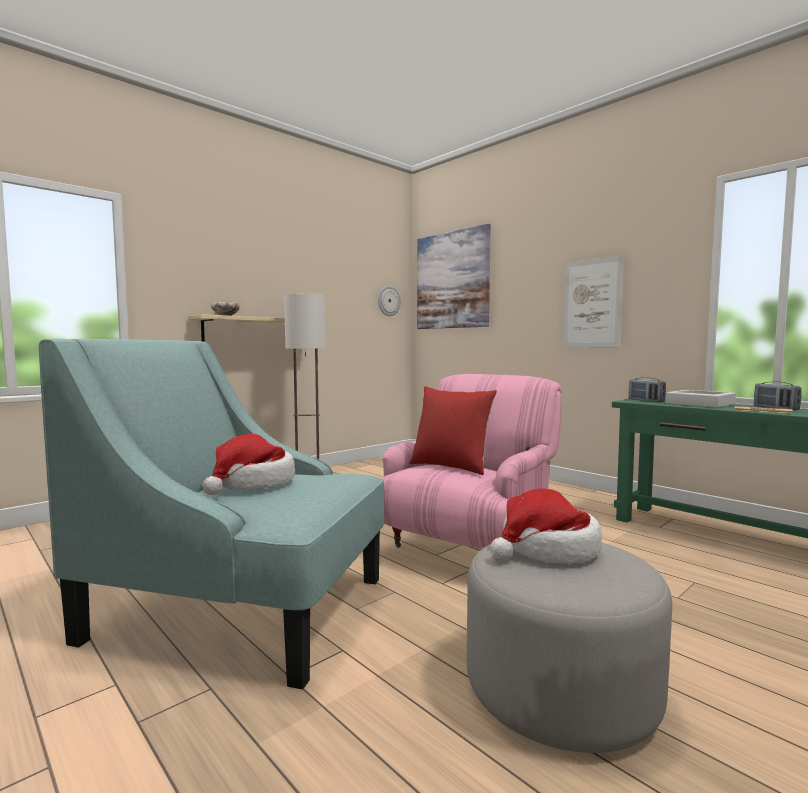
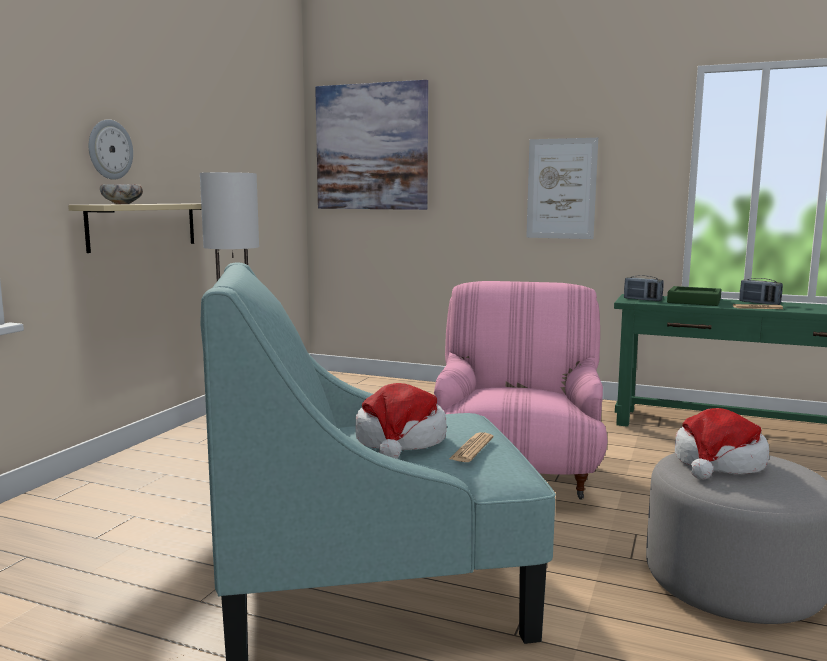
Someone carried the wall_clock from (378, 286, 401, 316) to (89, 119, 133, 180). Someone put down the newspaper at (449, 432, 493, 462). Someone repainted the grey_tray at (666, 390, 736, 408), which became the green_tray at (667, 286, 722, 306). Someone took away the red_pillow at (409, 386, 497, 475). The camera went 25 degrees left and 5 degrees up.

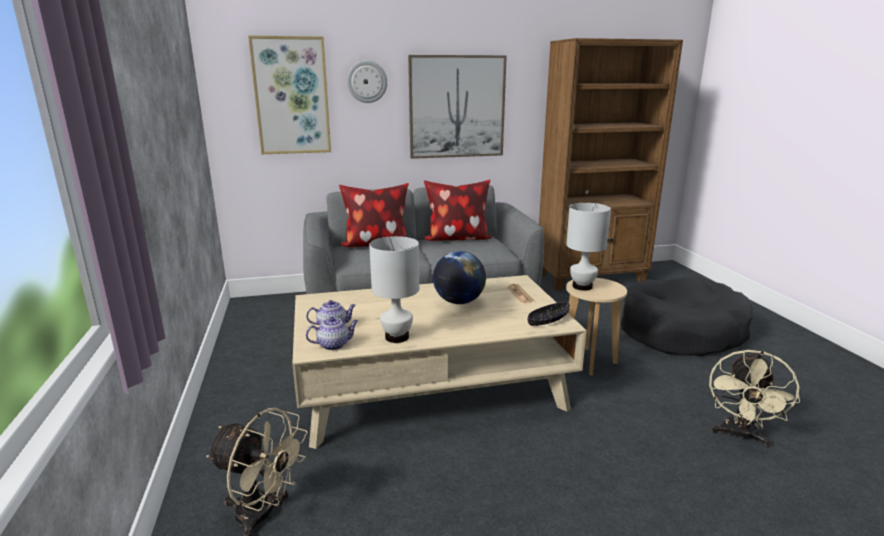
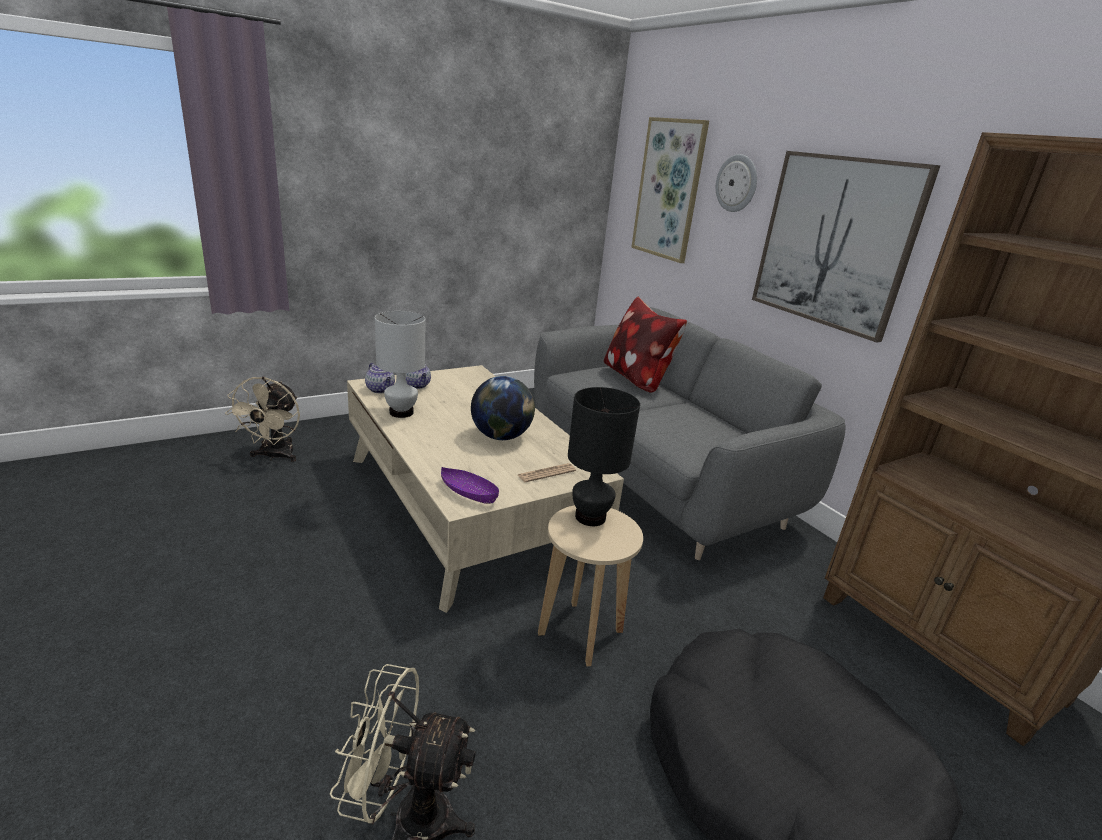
Someone repainted the black_bowl at (528, 302, 570, 326), which became the purple_bowl at (441, 467, 499, 504). Someone repainted the white_table_lamp at (566, 203, 611, 291), which became the black_table_lamp at (568, 387, 640, 526). Someone took away the pillow at (424, 180, 492, 241). The camera went 70 degrees right and 5 degrees up.

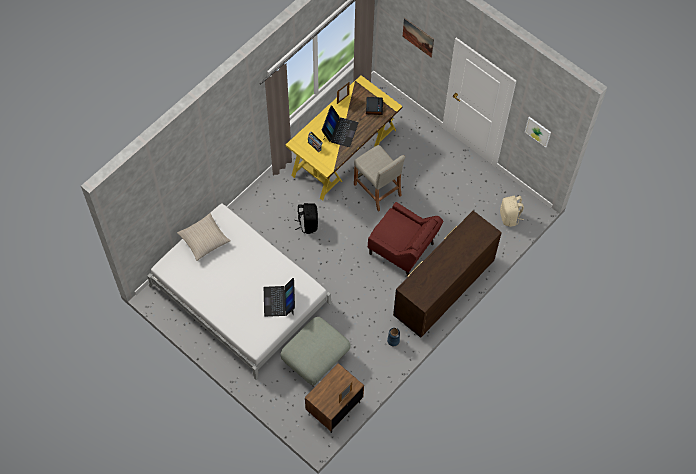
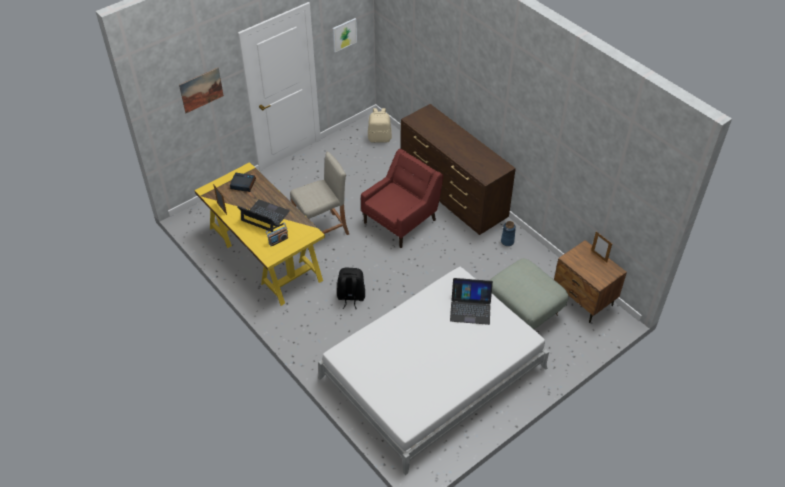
Someone took away the beige_pillow at (177, 213, 230, 261). The camera went 80 degrees left and 15 degrees down.

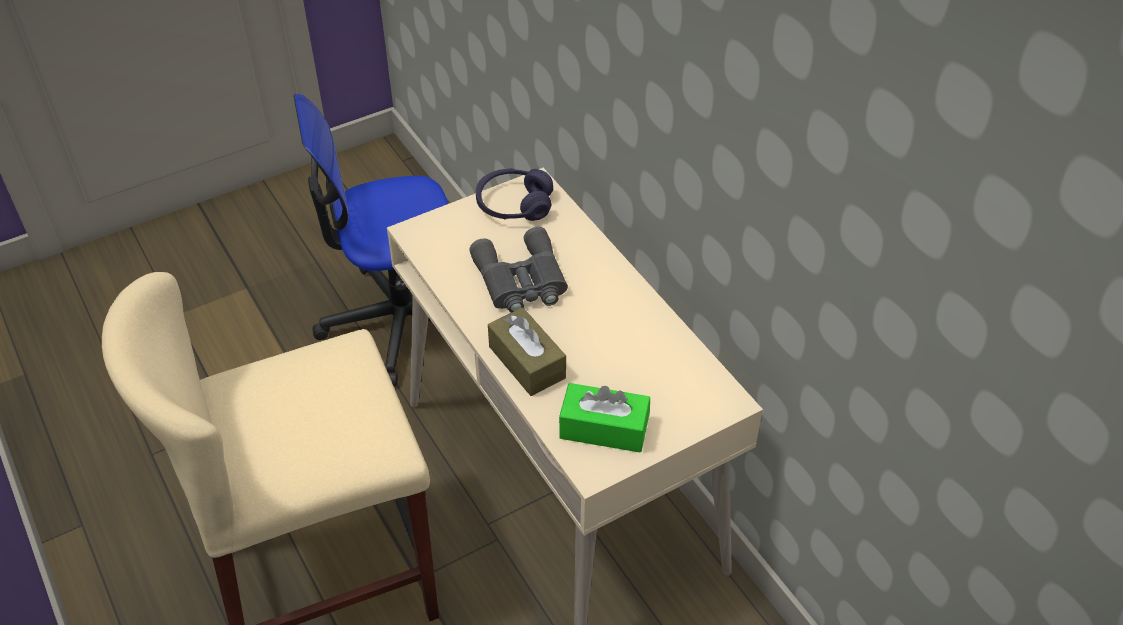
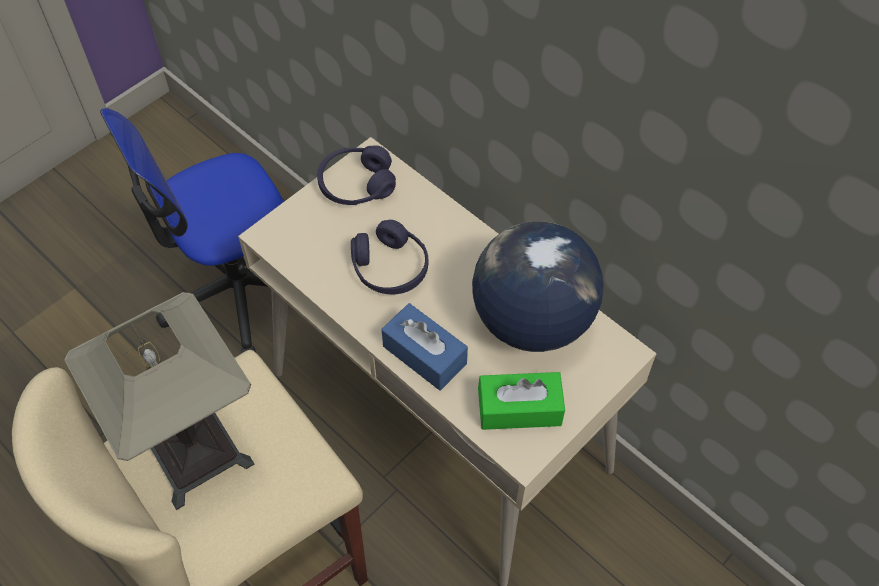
Someone put down the table_lamp at (65, 292, 255, 510). Someone swapped the grey_binoculars at (469, 227, 568, 313) for the purple_headphones at (351, 220, 428, 294). Someone repainted the brown_tissue_box at (488, 307, 566, 396), which became the blue_tissue_box at (382, 303, 468, 391). Someone put down the globe at (472, 221, 604, 352). The camera went 15 degrees left and 10 degrees up.

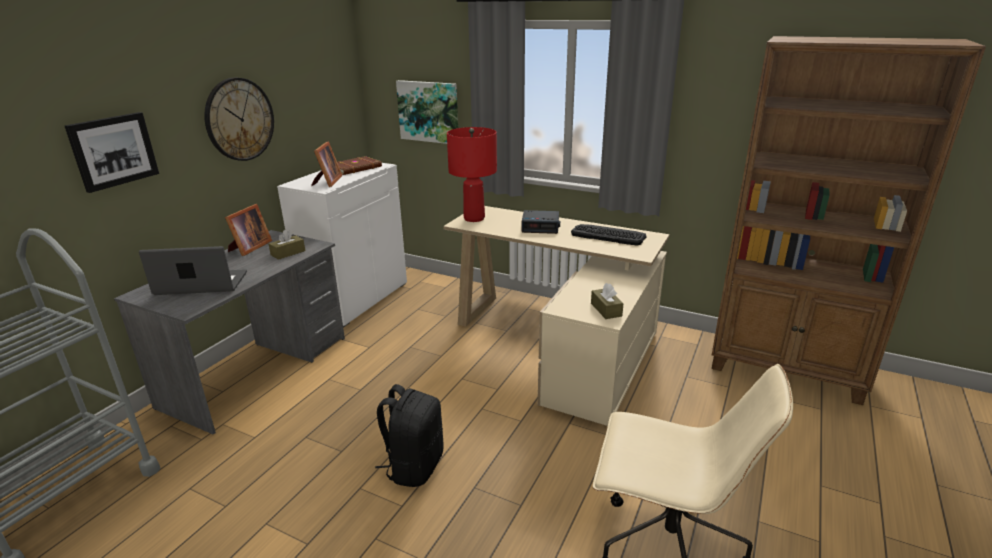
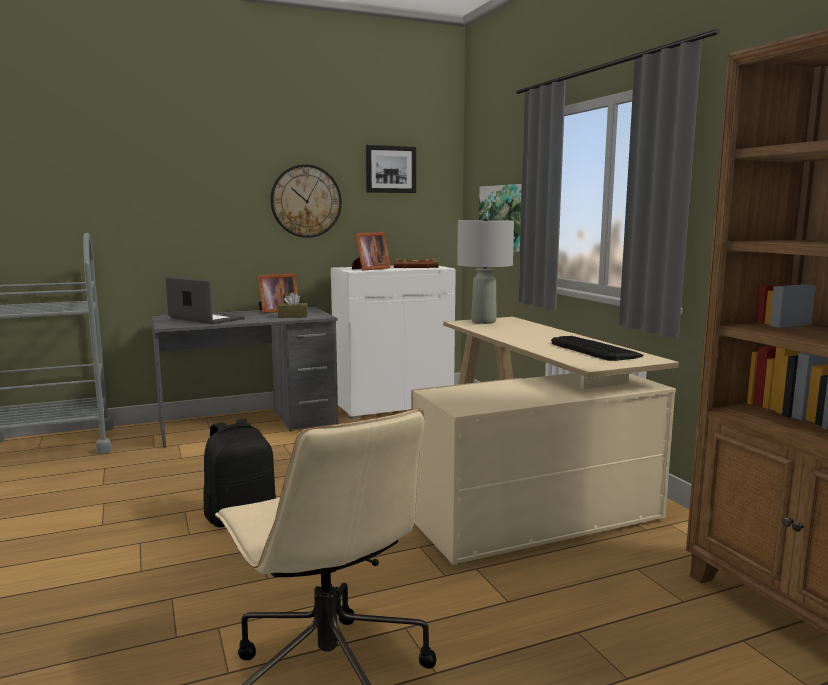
Someone carried the picture from (65, 112, 159, 193) to (366, 145, 416, 193). Someone repainted the red_table_lamp at (447, 127, 497, 222), which became the grey_table_lamp at (457, 216, 514, 324). Someone took away the alarm_clock at (521, 210, 560, 234). Someone took away the brown_tissue_box at (591, 283, 624, 319). The camera went 40 degrees right and 15 degrees down.

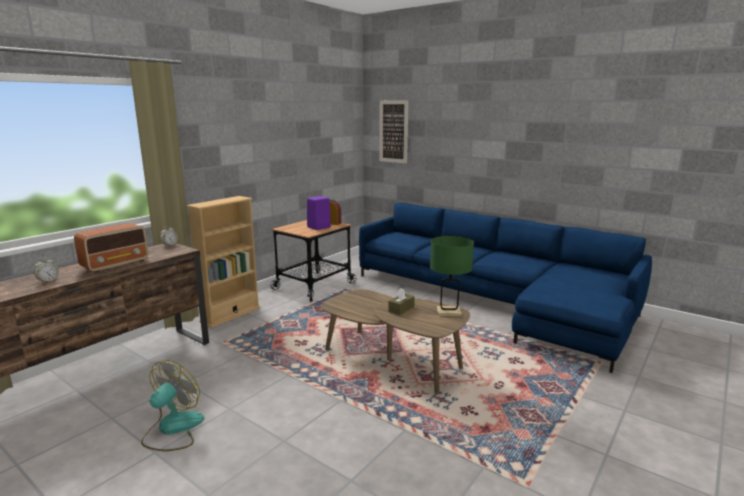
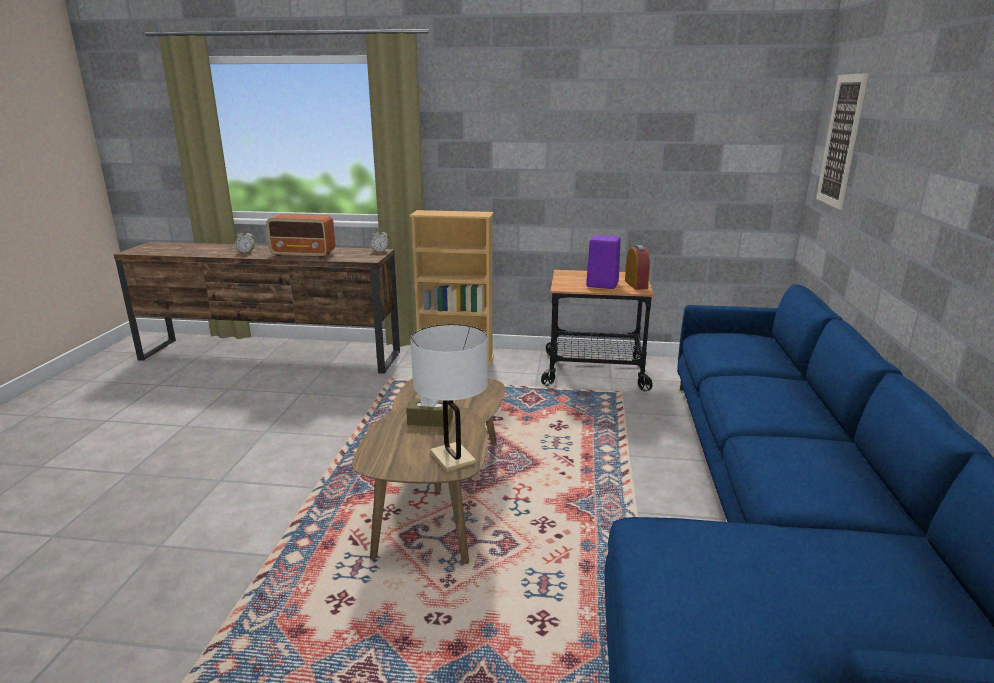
Someone repainted the green_table_lamp at (430, 235, 474, 316), which became the white_table_lamp at (410, 324, 488, 472). Someone took away the fan at (141, 360, 204, 451). The camera went 60 degrees right and 5 degrees up.

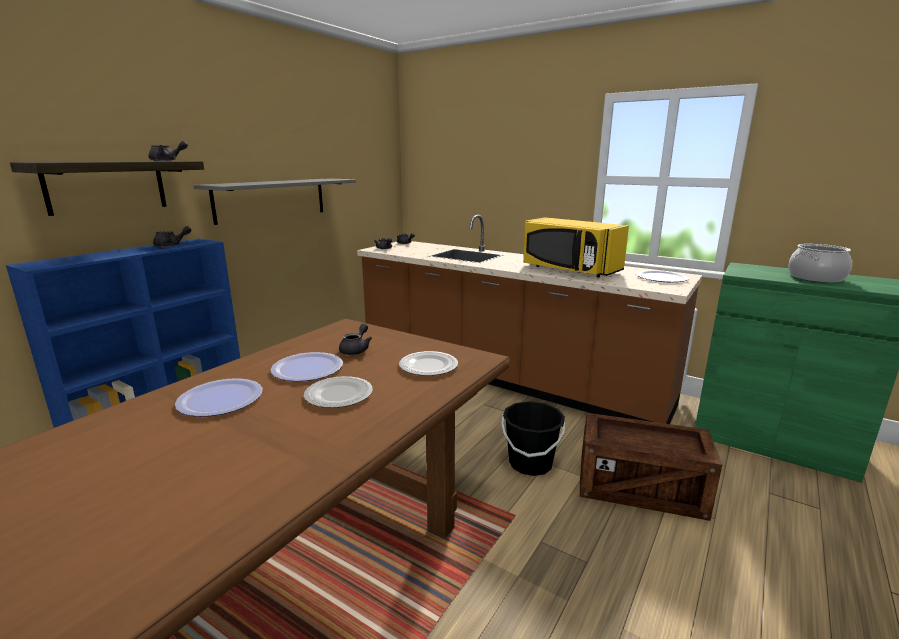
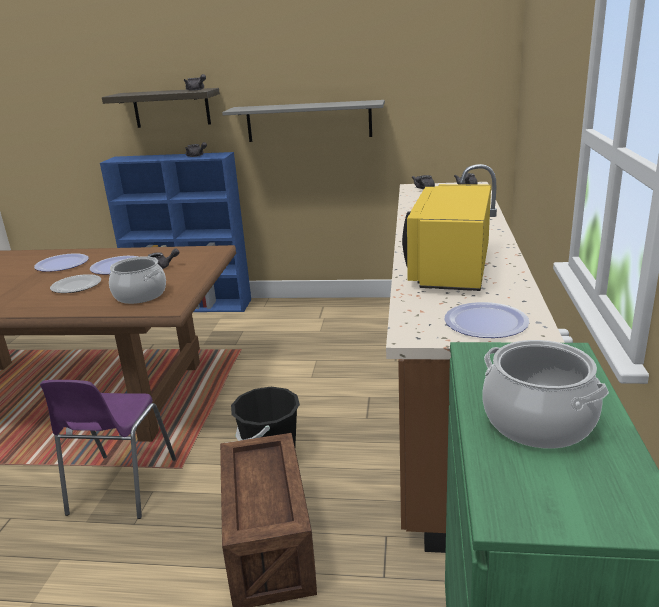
Someone put down the purple_chair at (40, 380, 176, 519). Someone swapped the plate at (399, 351, 458, 376) for the cooking_pot at (109, 256, 166, 304). The camera went 65 degrees right and 5 degrees up.

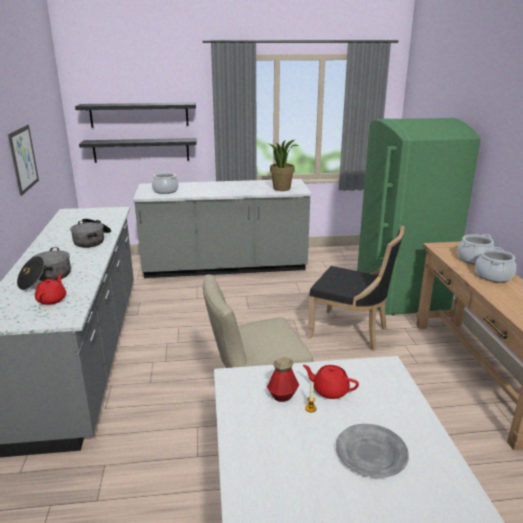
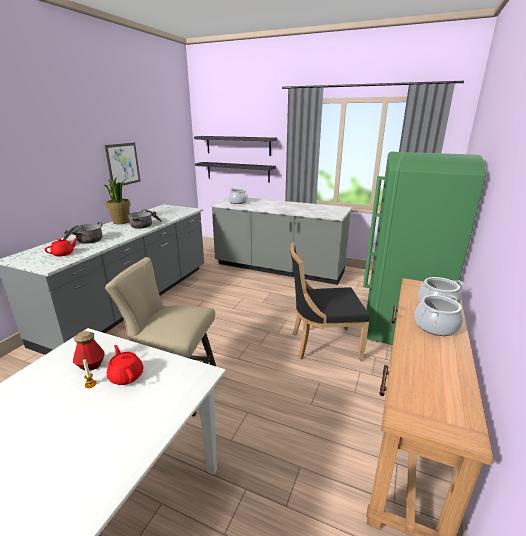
Someone carried the potted_plant from (269, 140, 298, 191) to (105, 177, 130, 224). Someone rotated the black_chair at (307, 226, 405, 351) by 120 degrees clockwise. Someone took away the grey_plate at (336, 424, 409, 478). The camera went 30 degrees right and 0 degrees up.

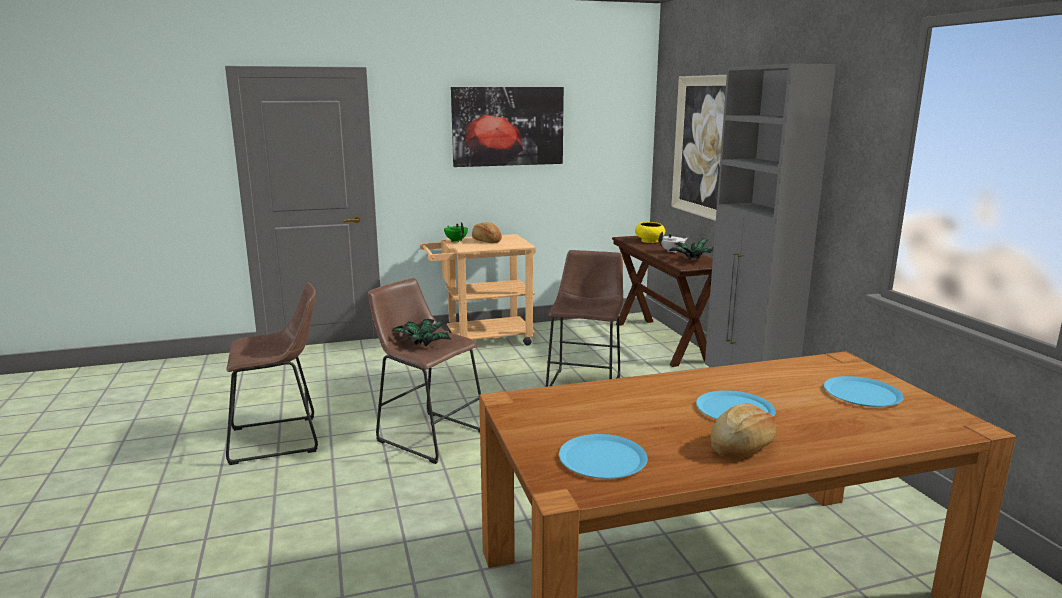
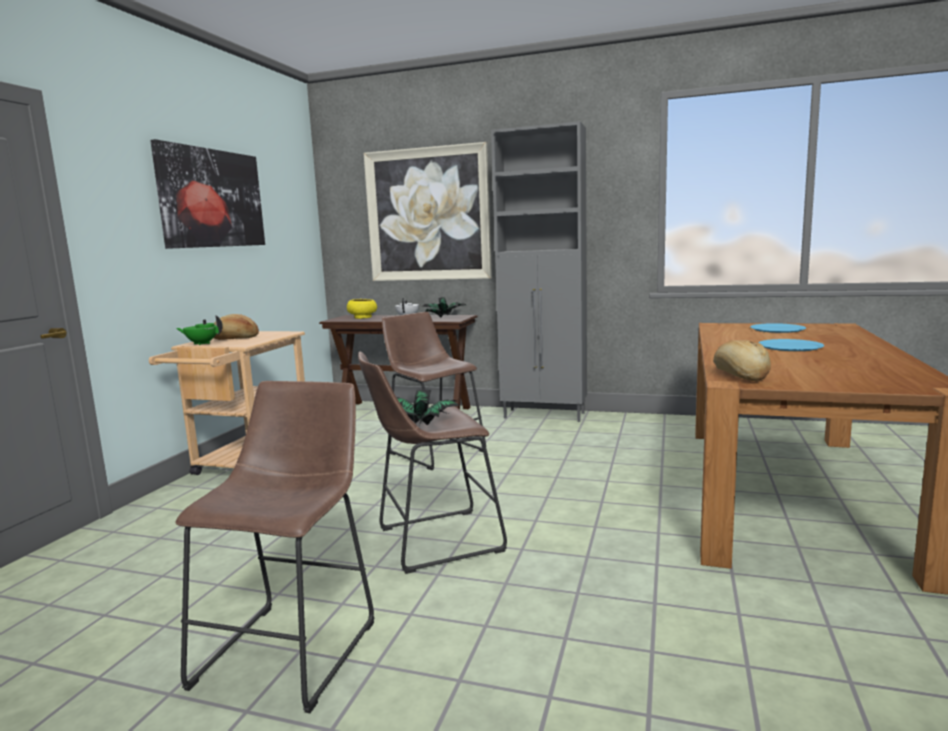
Someone carried the bread from (711, 403, 776, 459) to (713, 340, 771, 381). Someone took away the blue_plate at (559, 434, 648, 479). The camera went 55 degrees left and 5 degrees down.

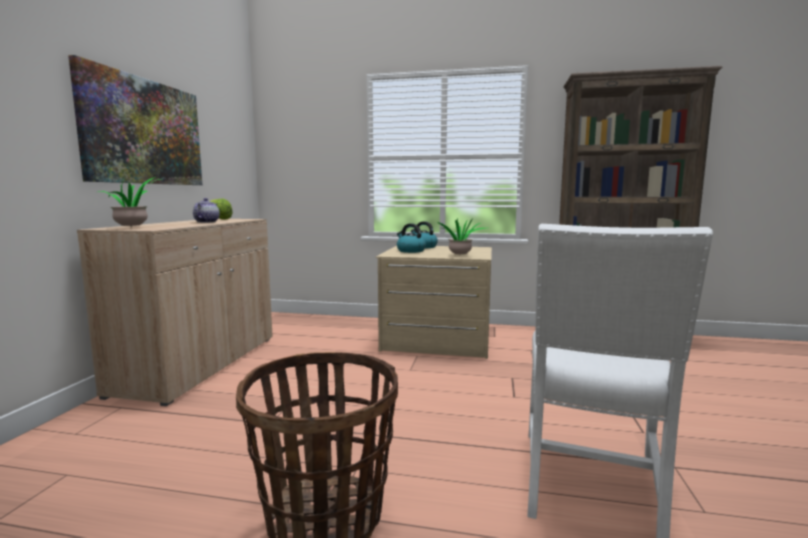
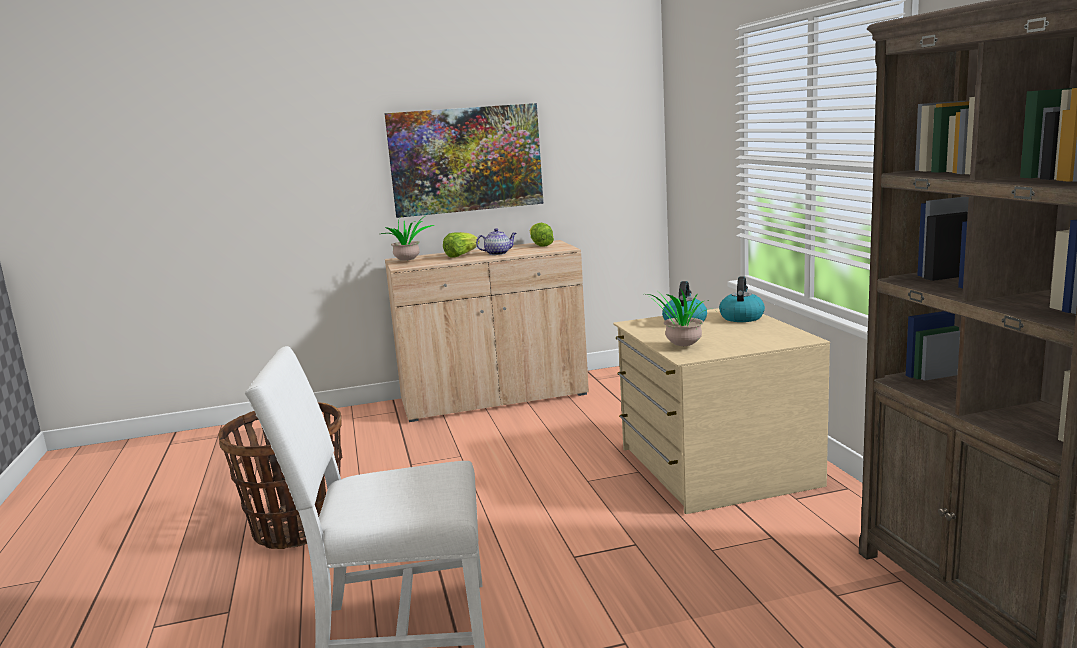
Someone put down the lettuce at (443, 232, 480, 258). The camera went 65 degrees right and 5 degrees up.

